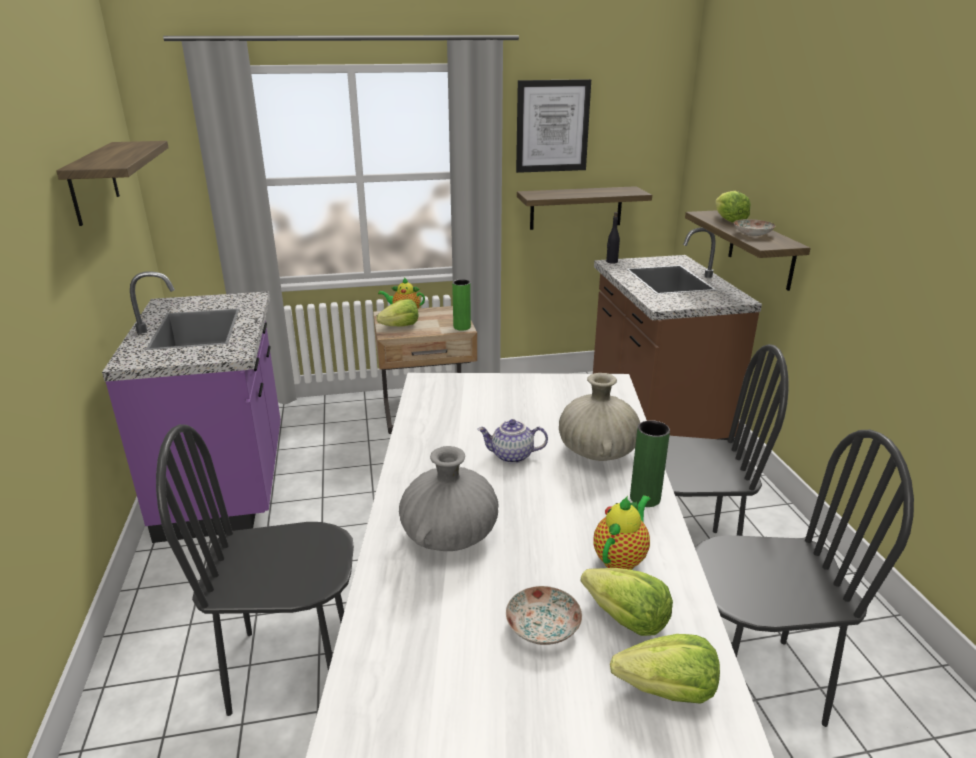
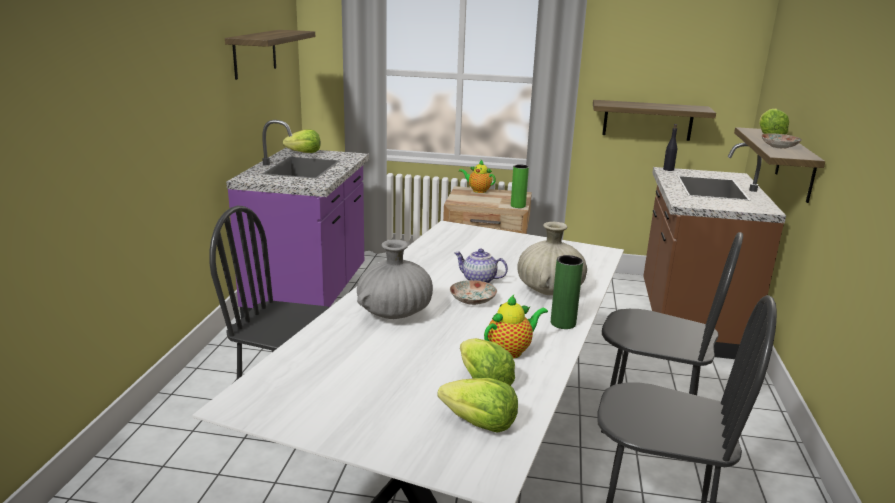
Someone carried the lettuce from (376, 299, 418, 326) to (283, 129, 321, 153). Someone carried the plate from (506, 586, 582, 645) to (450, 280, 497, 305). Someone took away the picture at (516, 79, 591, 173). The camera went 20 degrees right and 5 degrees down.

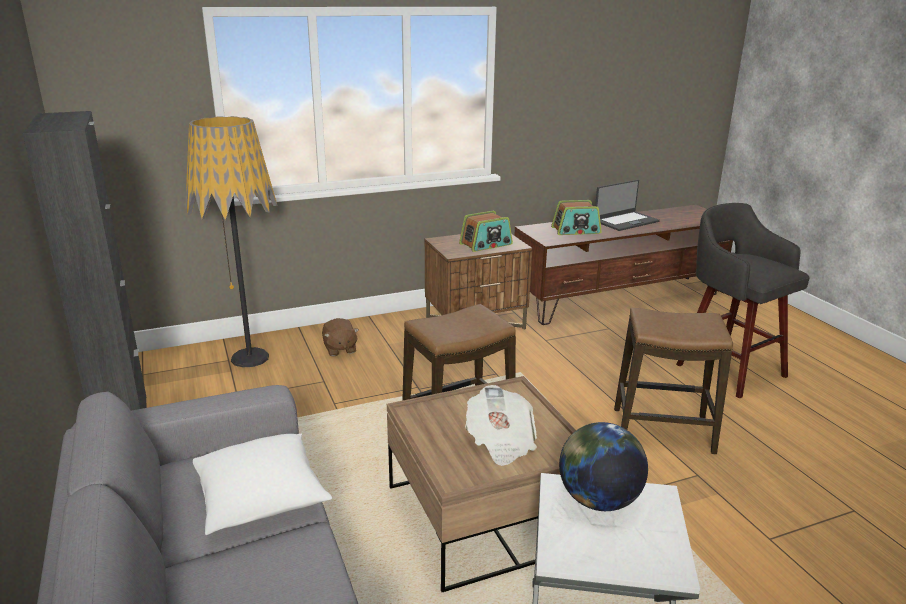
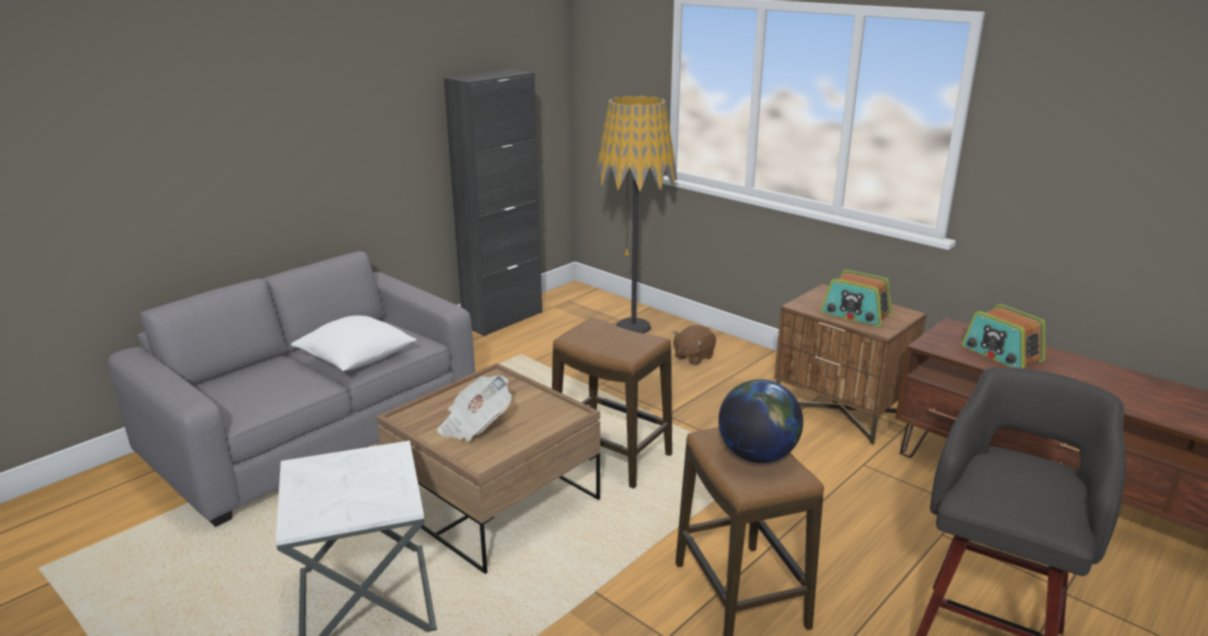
Someone carried the globe from (559, 422, 648, 511) to (718, 379, 803, 463). Someone took away the laptop at (595, 180, 660, 231). The camera went 65 degrees right and 0 degrees up.

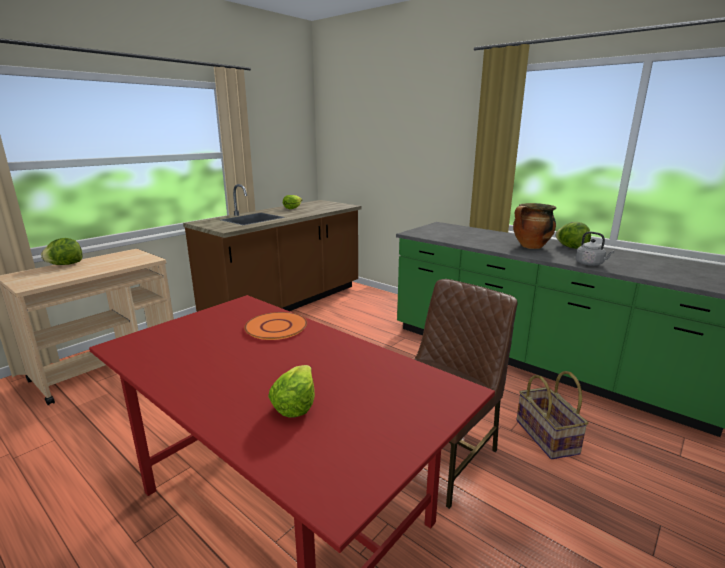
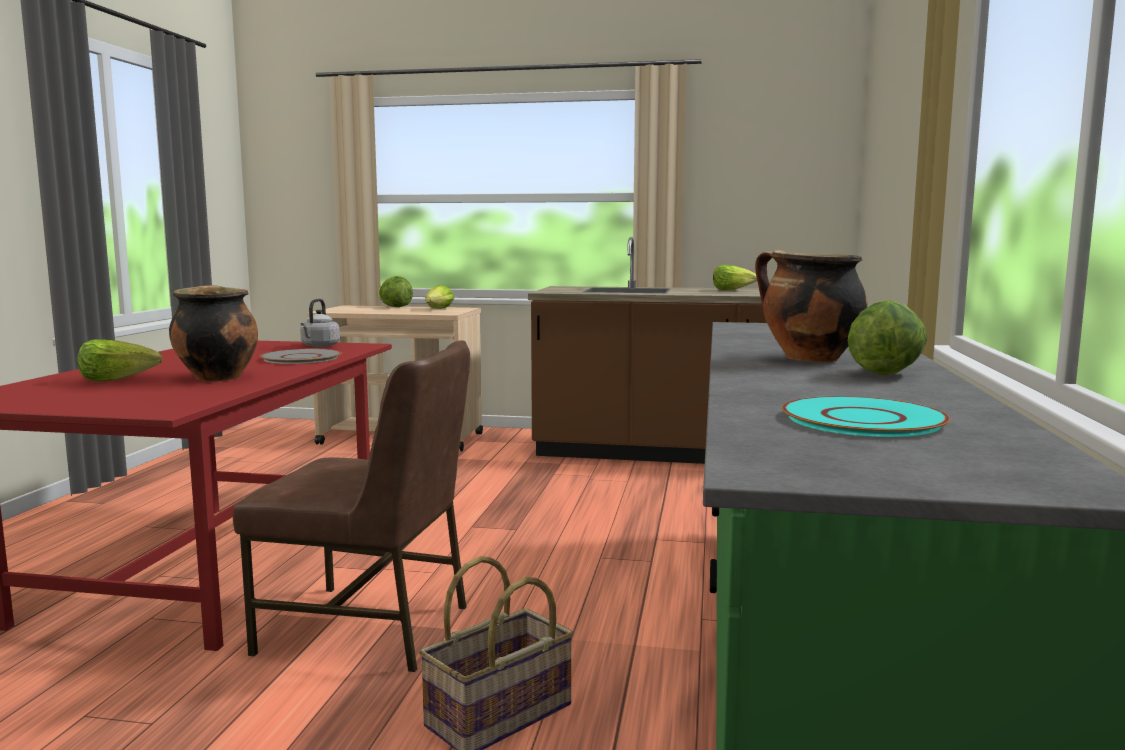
Someone put down the cooking_pot at (169, 285, 258, 381). Someone repainted the orange_plate at (244, 312, 307, 340), which became the grey_plate at (260, 349, 342, 364). Someone carried the grey_kettle from (576, 232, 615, 266) to (300, 299, 340, 347). Someone put down the lettuce at (425, 285, 454, 309). Someone put down the turquoise_plate at (782, 396, 950, 437). The camera went 60 degrees right and 10 degrees down.

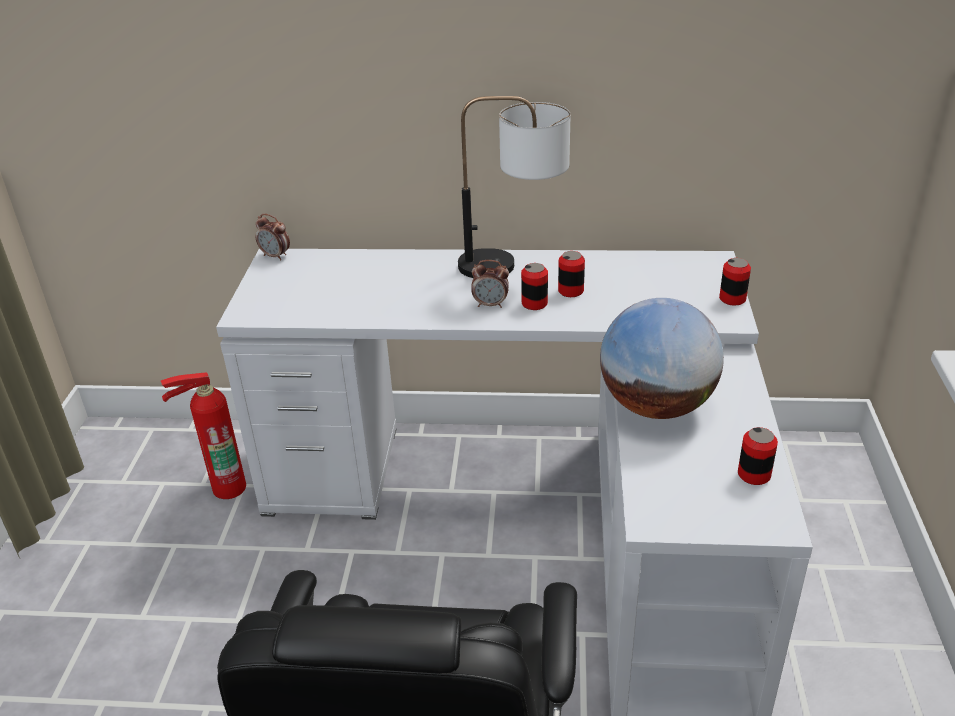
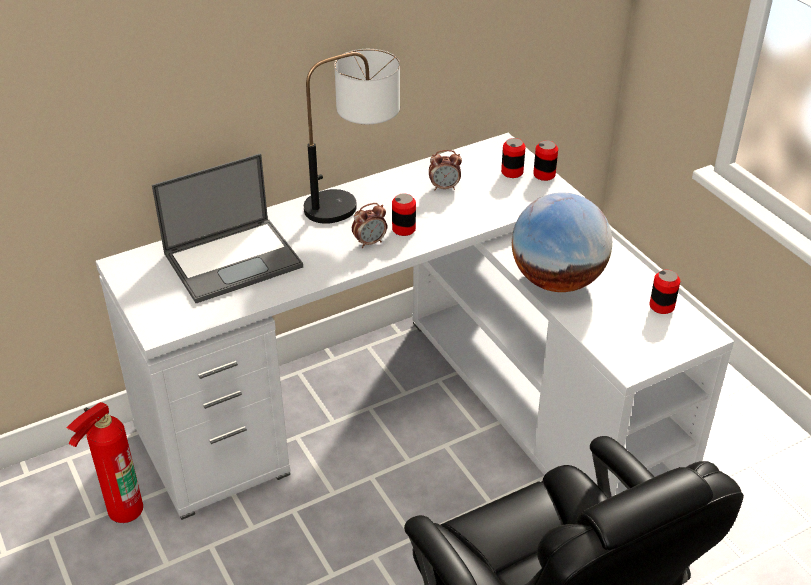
Someone put down the laptop at (152, 153, 303, 303). Someone carried the alarm_clock from (255, 214, 290, 260) to (429, 150, 462, 190). Someone carried the can from (558, 251, 585, 297) to (501, 138, 526, 178). The camera went 35 degrees left and 5 degrees up.

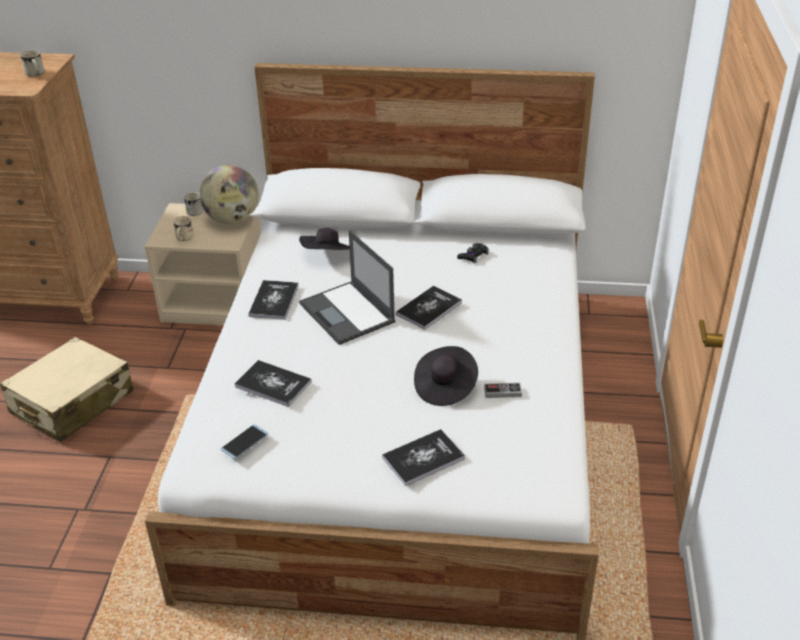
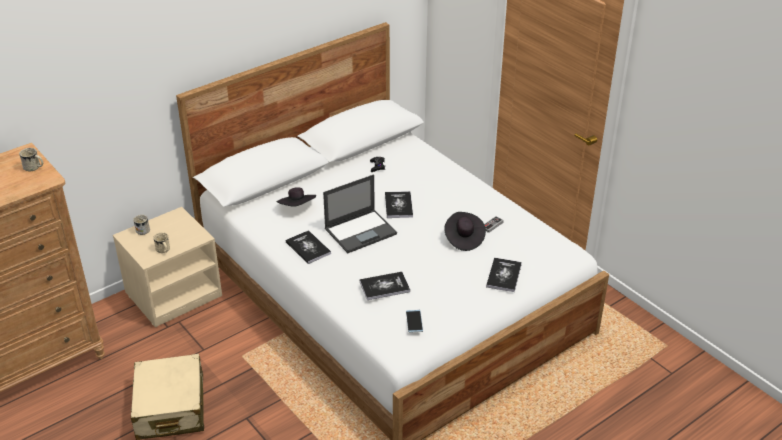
Someone rotated the laptop at (299, 230, 395, 345) by 45 degrees counterclockwise. Someone took away the globe at (199, 165, 259, 224). The camera went 45 degrees left and 0 degrees up.

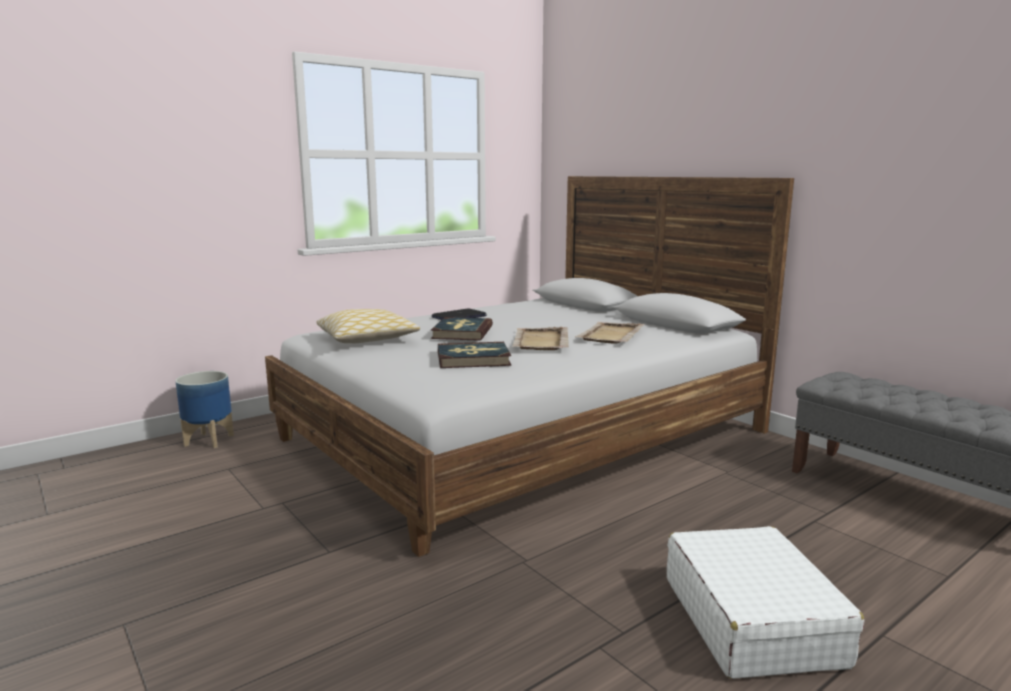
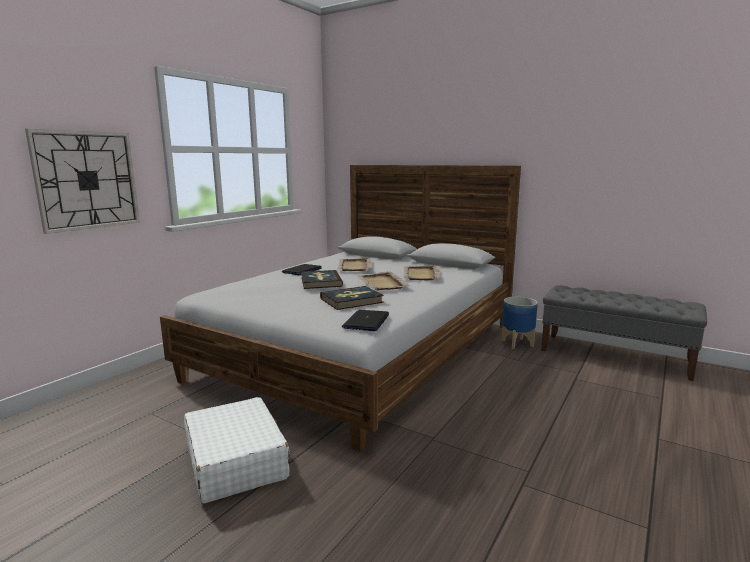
Someone put up the wall_clock at (25, 129, 140, 234). Someone carried the white_suitcase from (667, 526, 864, 679) to (184, 397, 290, 504). Someone put down the beige_tray at (338, 257, 372, 271). Someone put down the laptop at (342, 310, 389, 331). Someone carried the planter from (175, 371, 234, 448) to (502, 297, 538, 349). Someone took away the pillow at (316, 309, 420, 344). The camera went 20 degrees left and 0 degrees up.

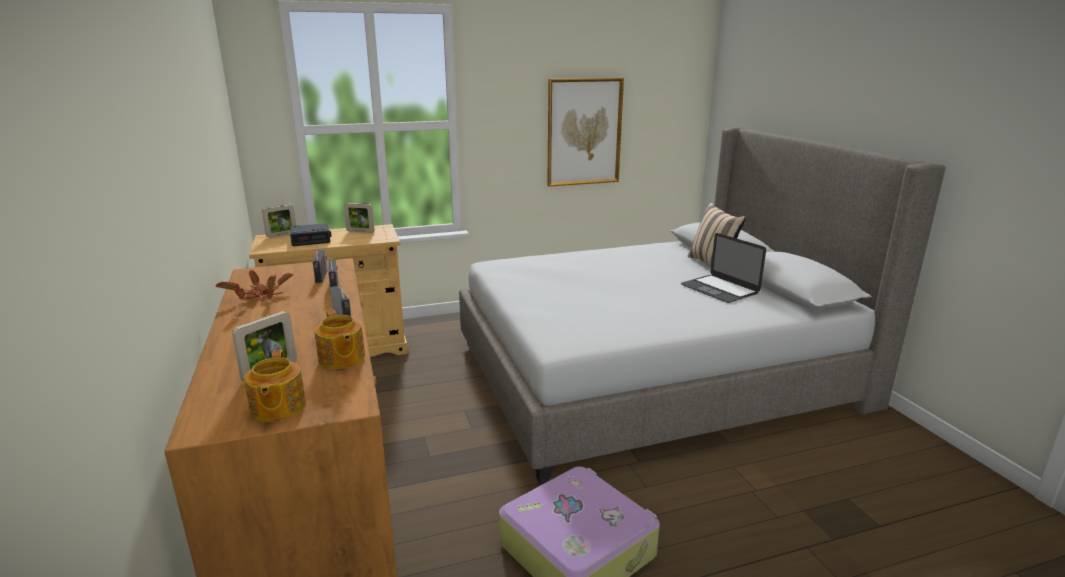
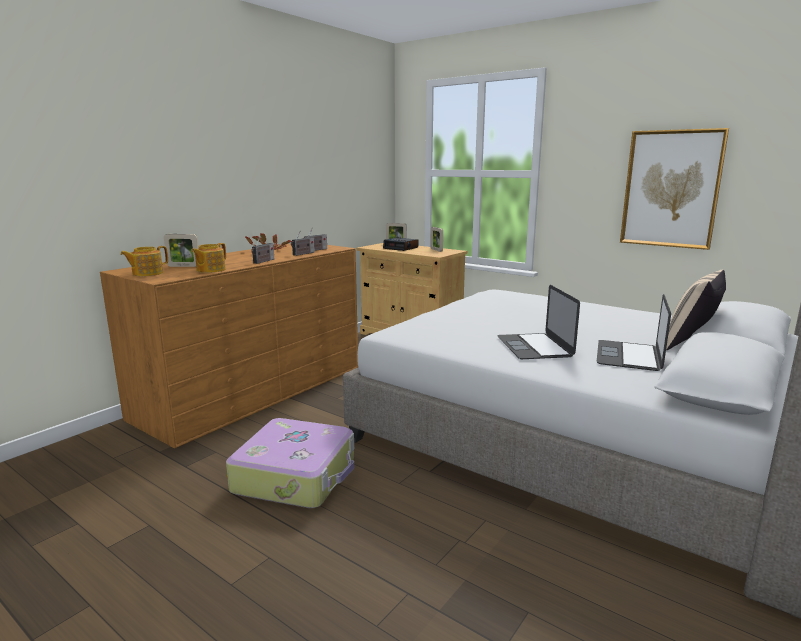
Someone put down the laptop at (497, 285, 580, 359). The camera went 55 degrees right and 5 degrees down.

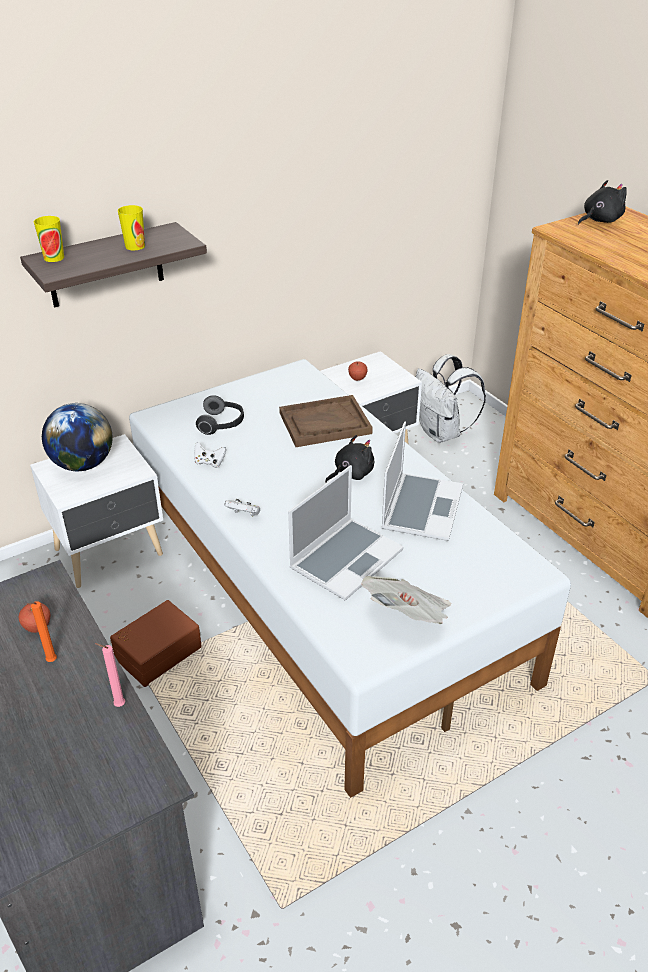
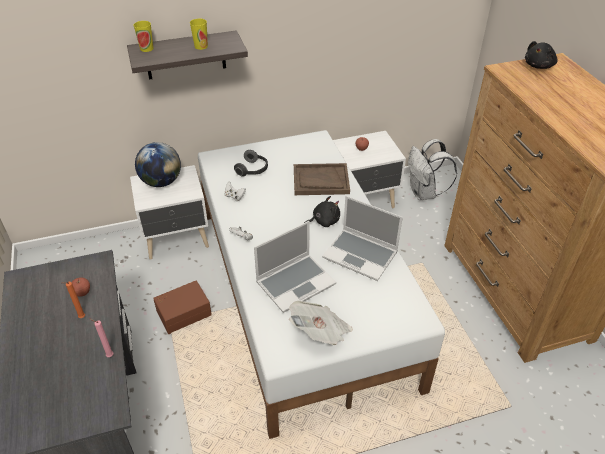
Someone rotated the laptop at (381, 422, 463, 541) by 90 degrees clockwise. Someone rotated the black_plush_toy at (578, 180, 627, 224) by 150 degrees clockwise. The camera went 15 degrees right and 5 degrees up.

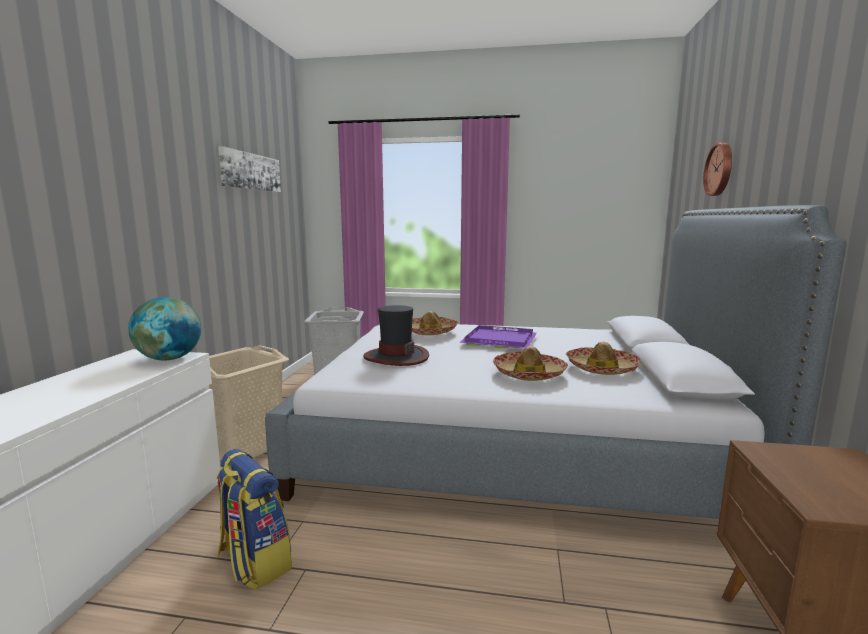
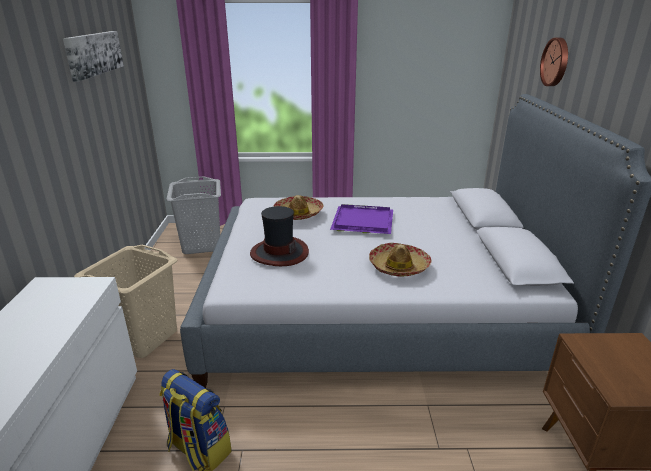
Someone took away the globe at (128, 297, 201, 360). Someone took away the hat at (566, 342, 641, 375). The camera went 10 degrees left and 15 degrees up.

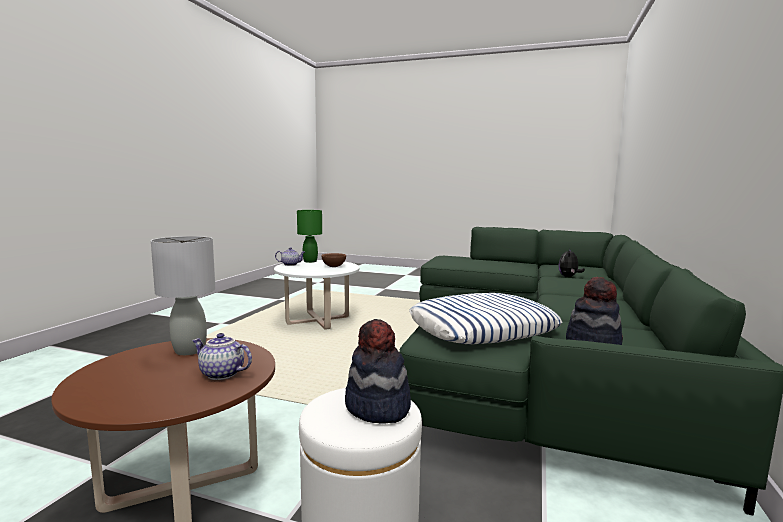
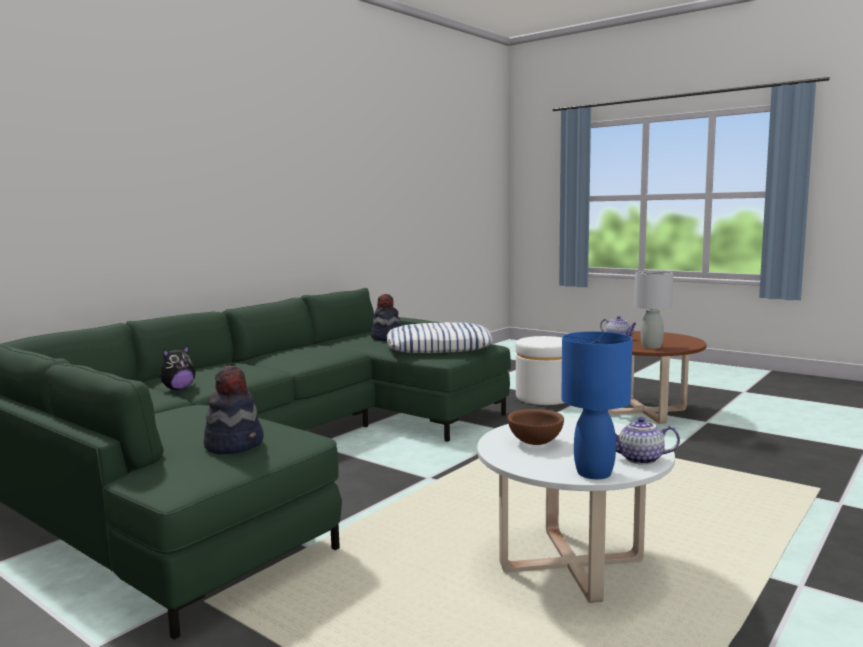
Someone carried the hat from (345, 319, 411, 423) to (204, 365, 264, 454). Someone repainted the green_table_lamp at (297, 210, 322, 263), which became the blue_table_lamp at (561, 331, 633, 479). The camera went 160 degrees left and 0 degrees up.

